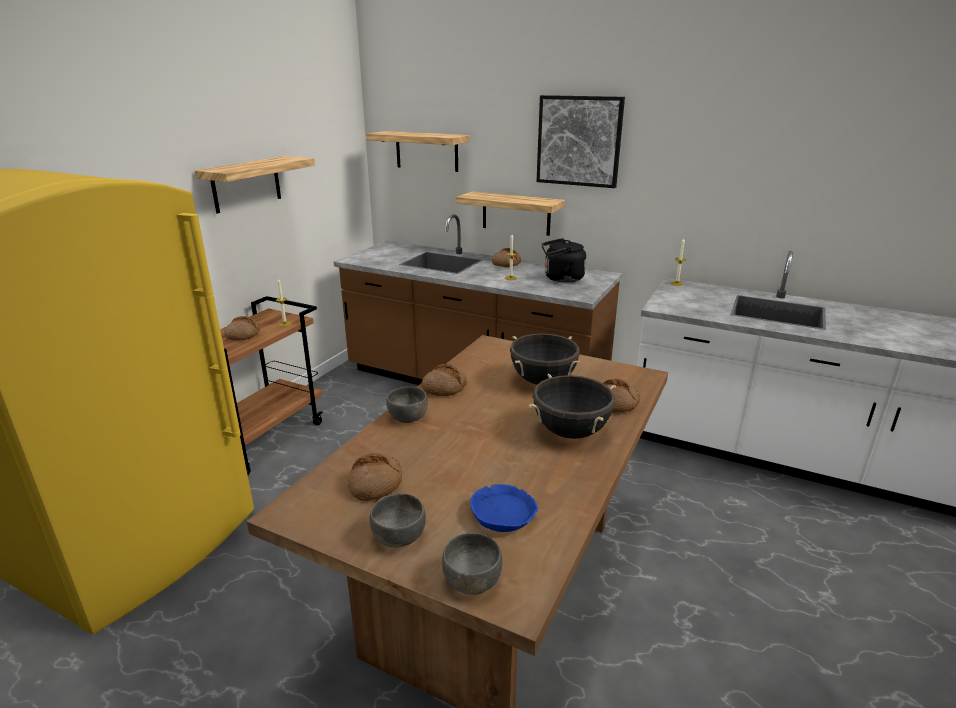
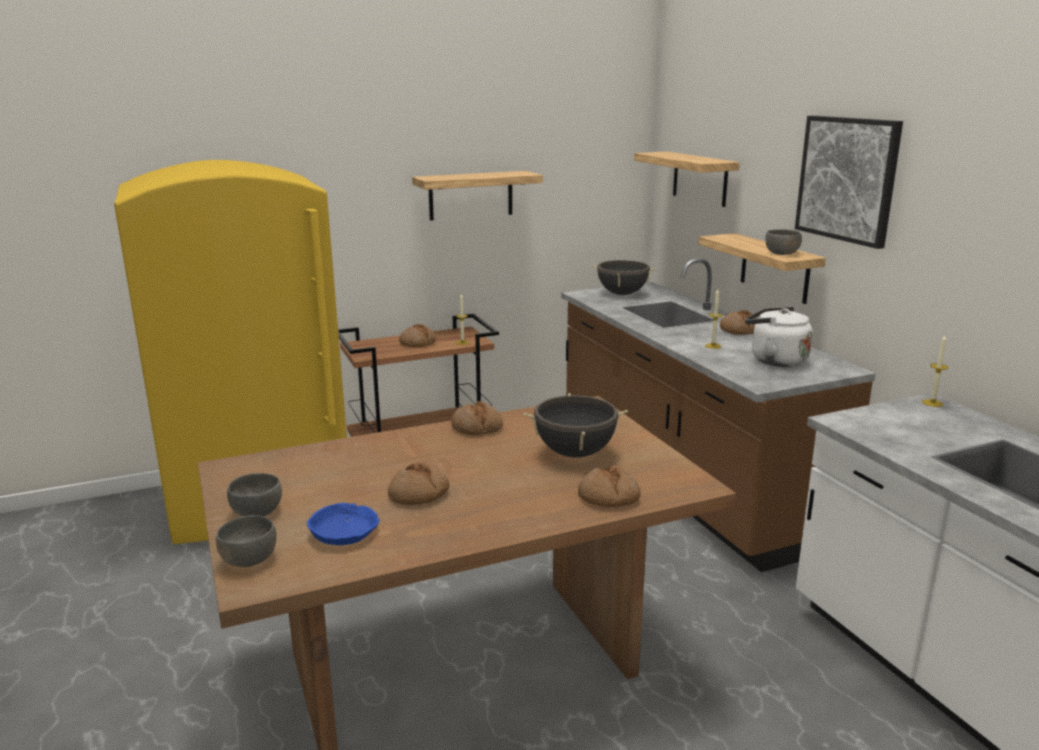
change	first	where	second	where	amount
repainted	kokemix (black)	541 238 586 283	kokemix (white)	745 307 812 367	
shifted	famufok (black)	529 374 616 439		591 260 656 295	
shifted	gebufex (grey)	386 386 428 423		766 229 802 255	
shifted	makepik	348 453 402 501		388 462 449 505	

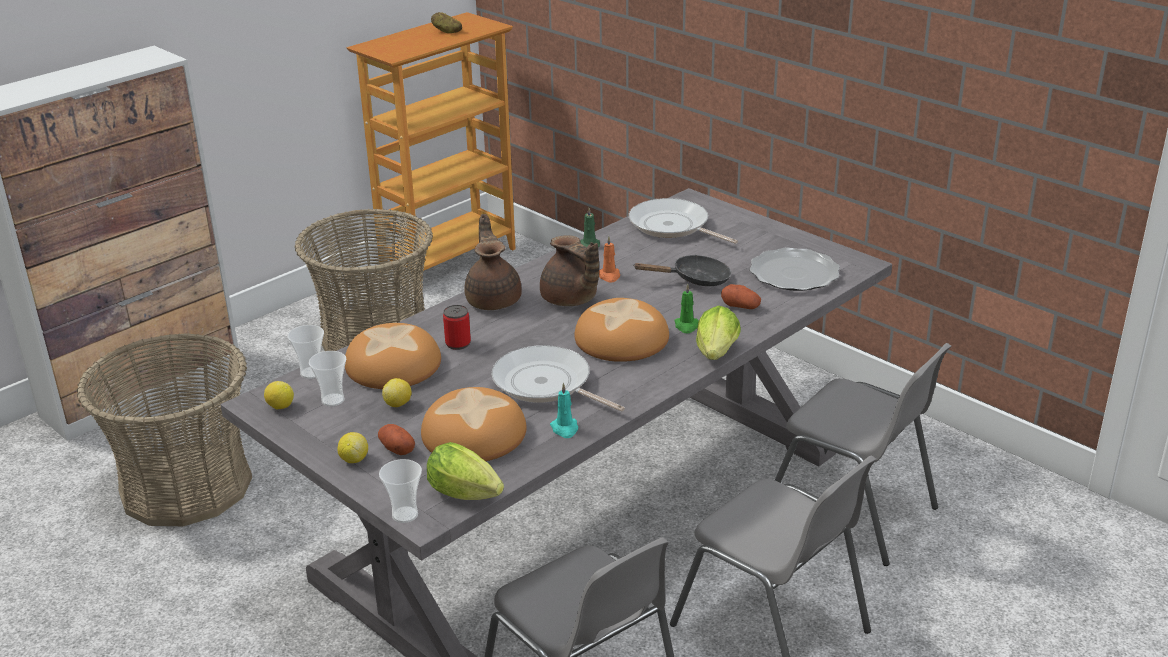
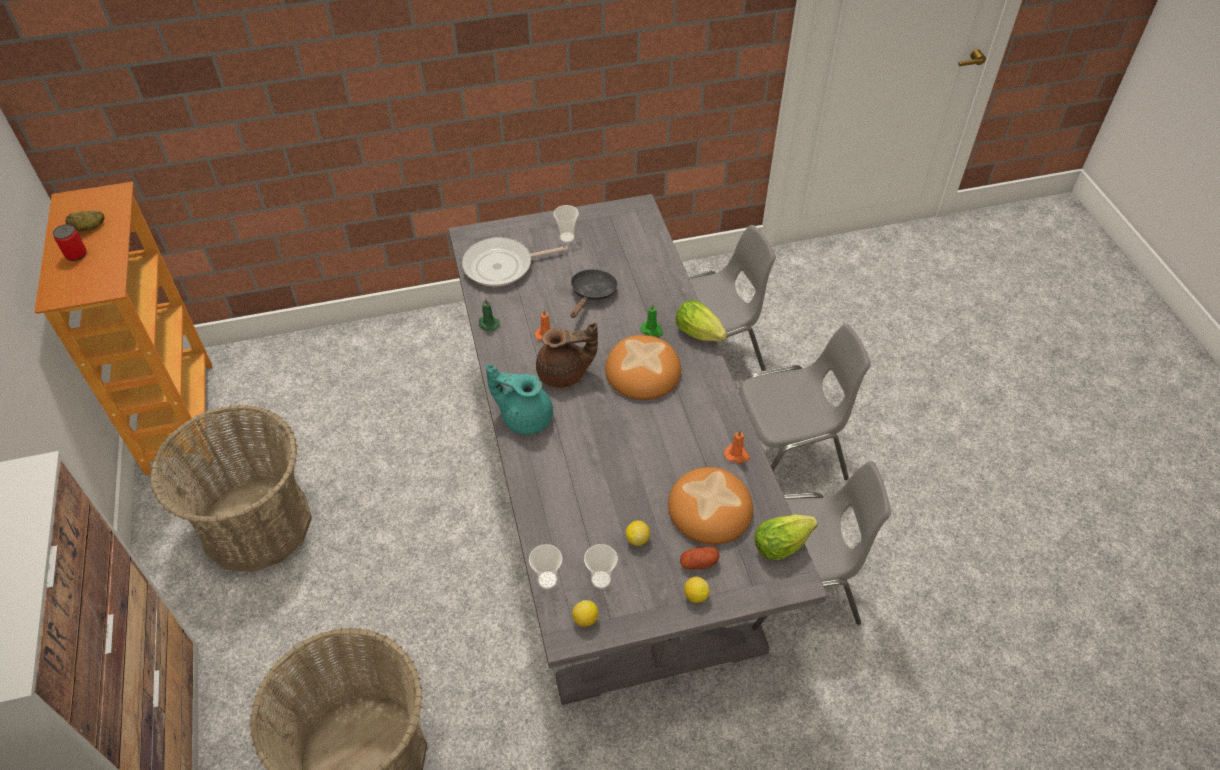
change	first	where	second	where	amount
repainted	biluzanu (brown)	464 214 522 310	biluzanu (turquoise)	486 363 553 435	
gone	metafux	750 248 840 291			
gone	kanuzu	721 284 761 309			
shifted	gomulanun	443 305 471 350		53 224 87 261	
gone	makepik	345 323 441 389			
gone	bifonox	492 345 625 412			
repainted	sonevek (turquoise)	550 383 578 438	sonevek (orange)	724 429 750 463	
shifted	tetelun	379 459 422 523		553 205 579 243	

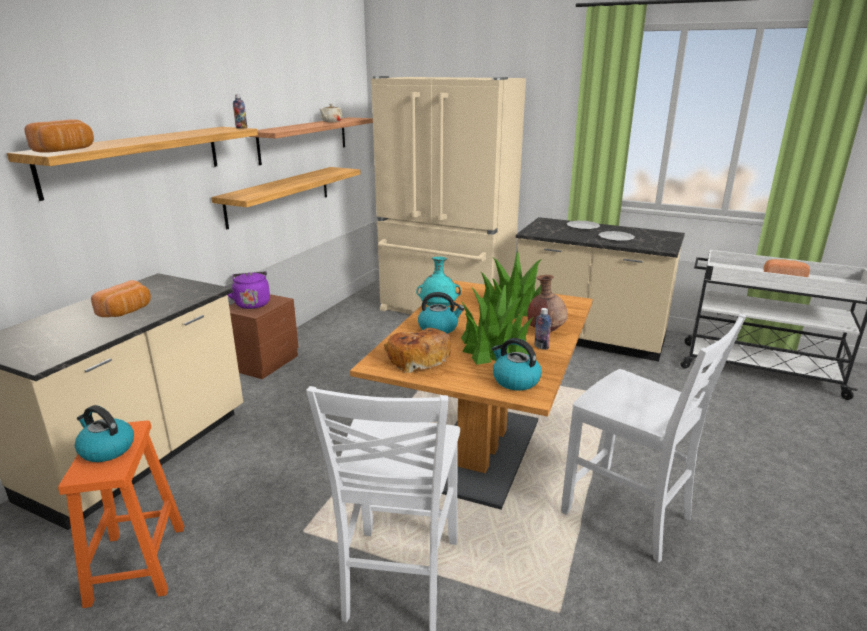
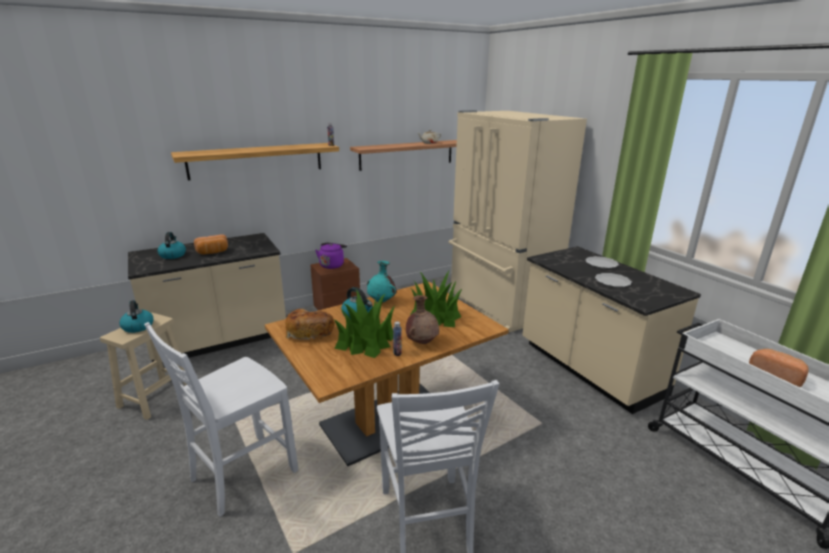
change	first	where	second	where	amount
gone	makepik	24 119 94 153			
gone	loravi	211 167 361 230			
shifted	kokemix	492 338 542 391		157 232 186 259	
repainted	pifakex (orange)	58 420 184 608	pifakex (beige)	100 313 187 420	

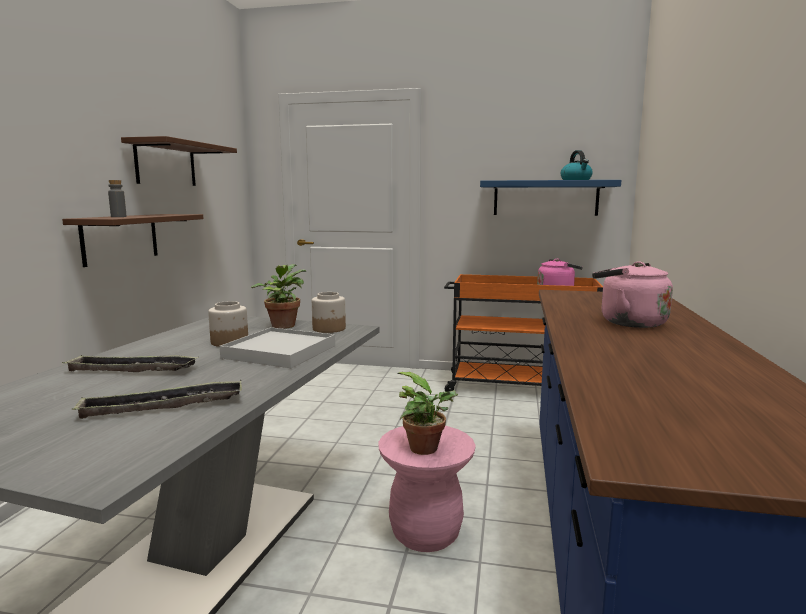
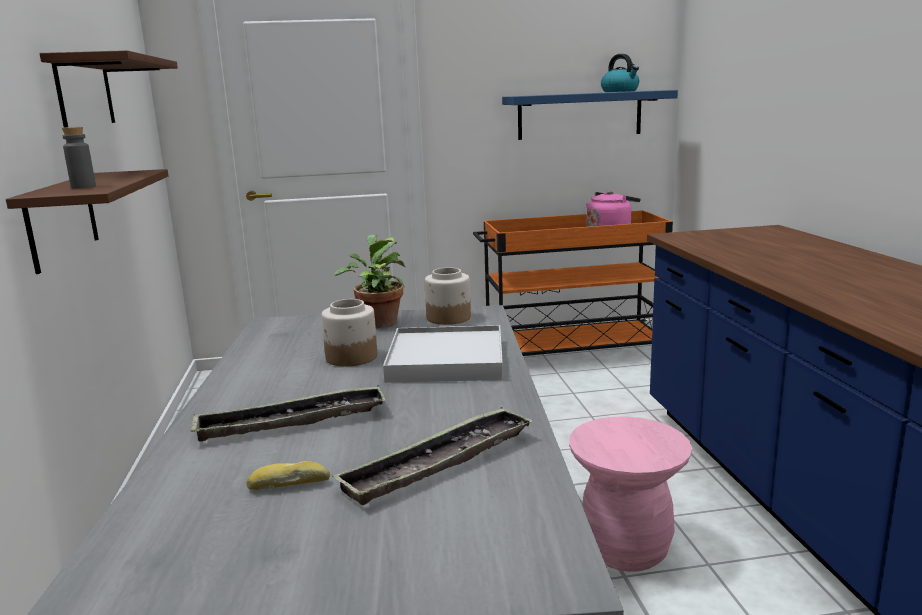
change	first	where	second	where	amount
gone	kokemix (pink)	592 261 673 328			
gone	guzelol	397 372 458 455			
new			makepik	246 461 330 490	

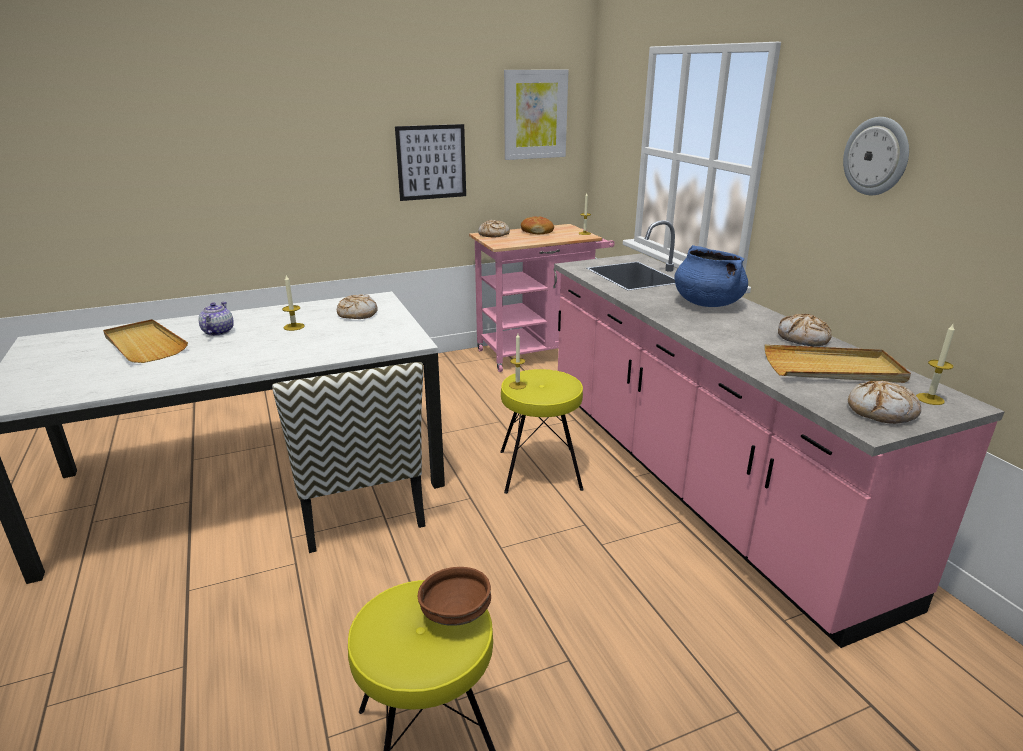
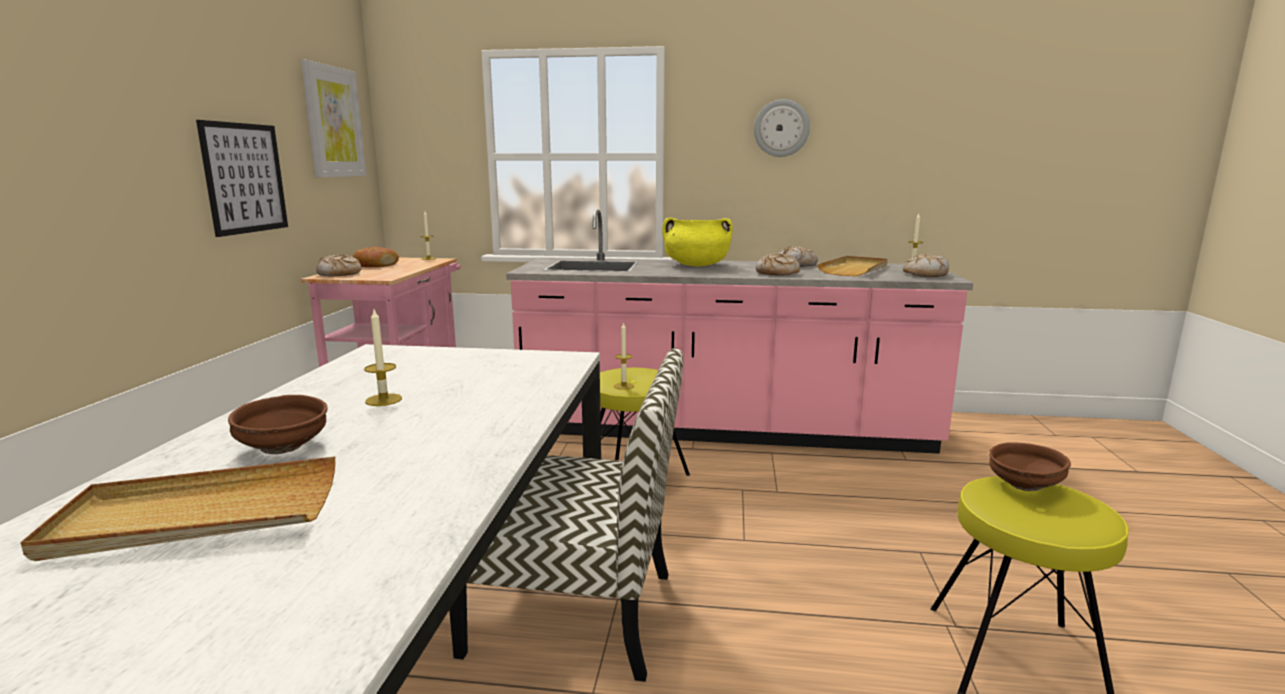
change	first	where	second	where	amount
repainted	famufok (blue)	674 245 748 307	famufok (yellow)	662 218 733 266	
shifted	makepik	337 294 378 319		756 253 800 276	
swapped	biluzanu	199 302 234 336	gebufex (brown)	228 395 328 454	

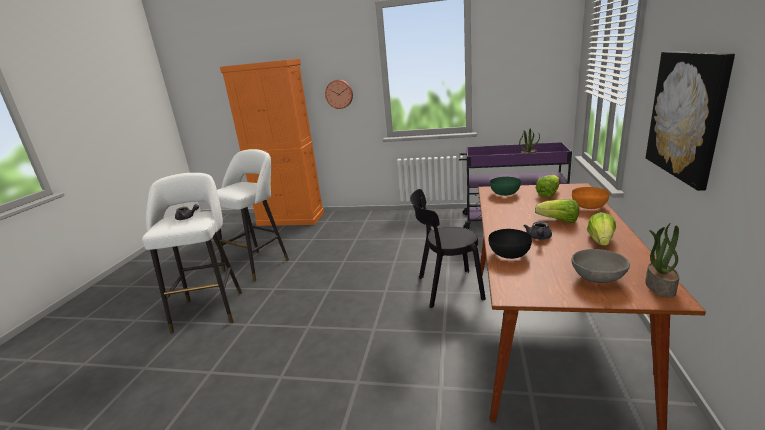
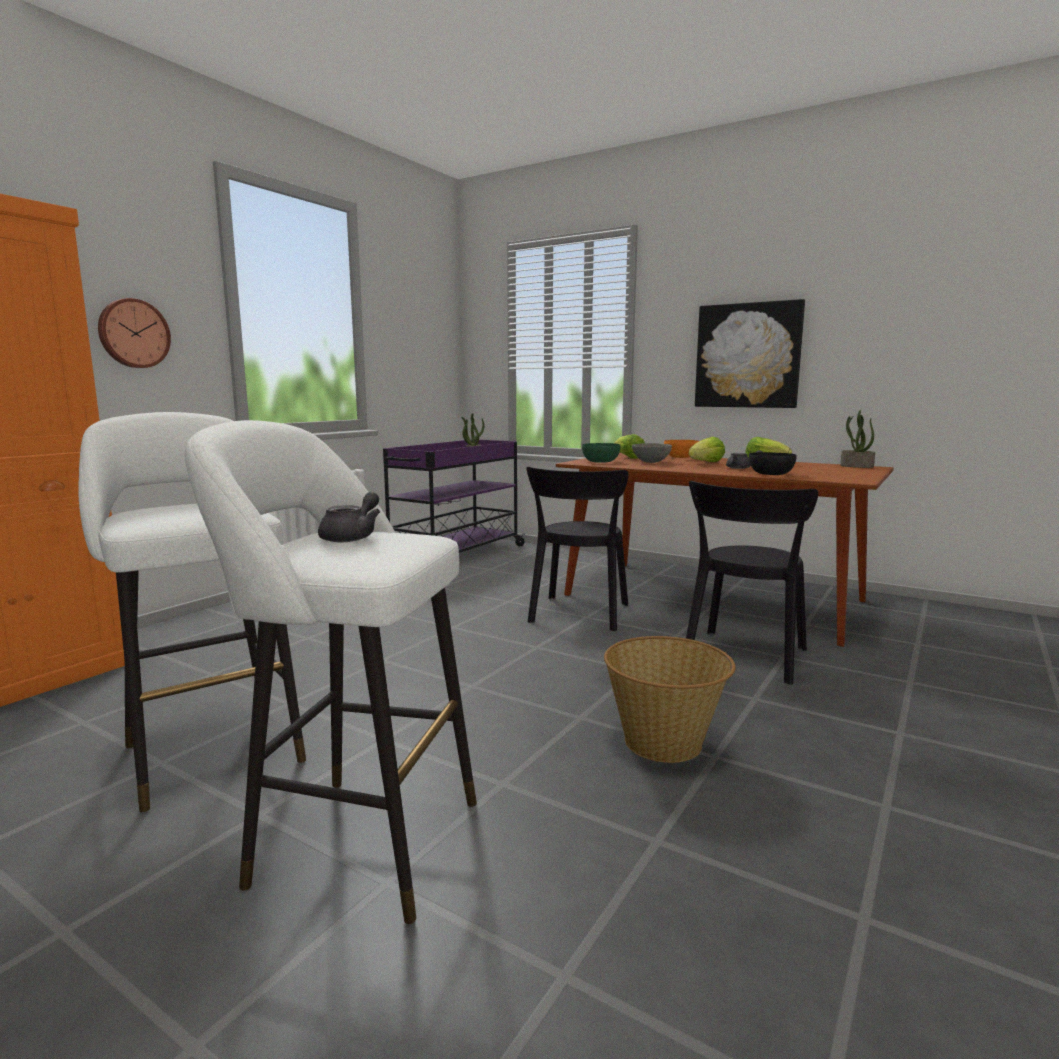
change	first	where	second	where	amount
shifted	gebufex (grey)	571 249 630 283		632 443 672 463	
new			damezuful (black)	686 481 818 685	
new			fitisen	604 636 736 763	

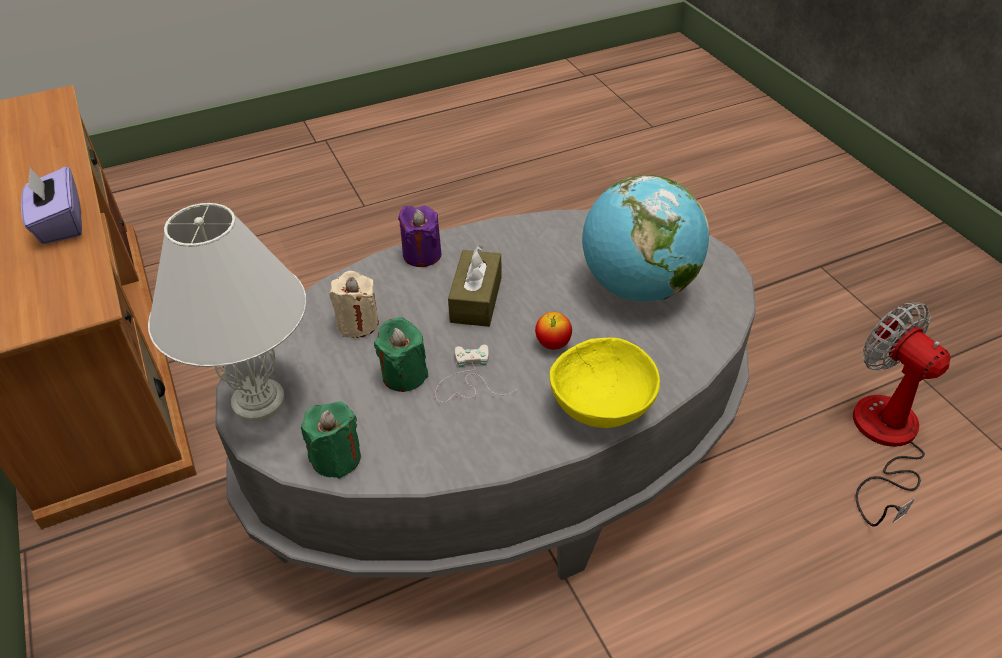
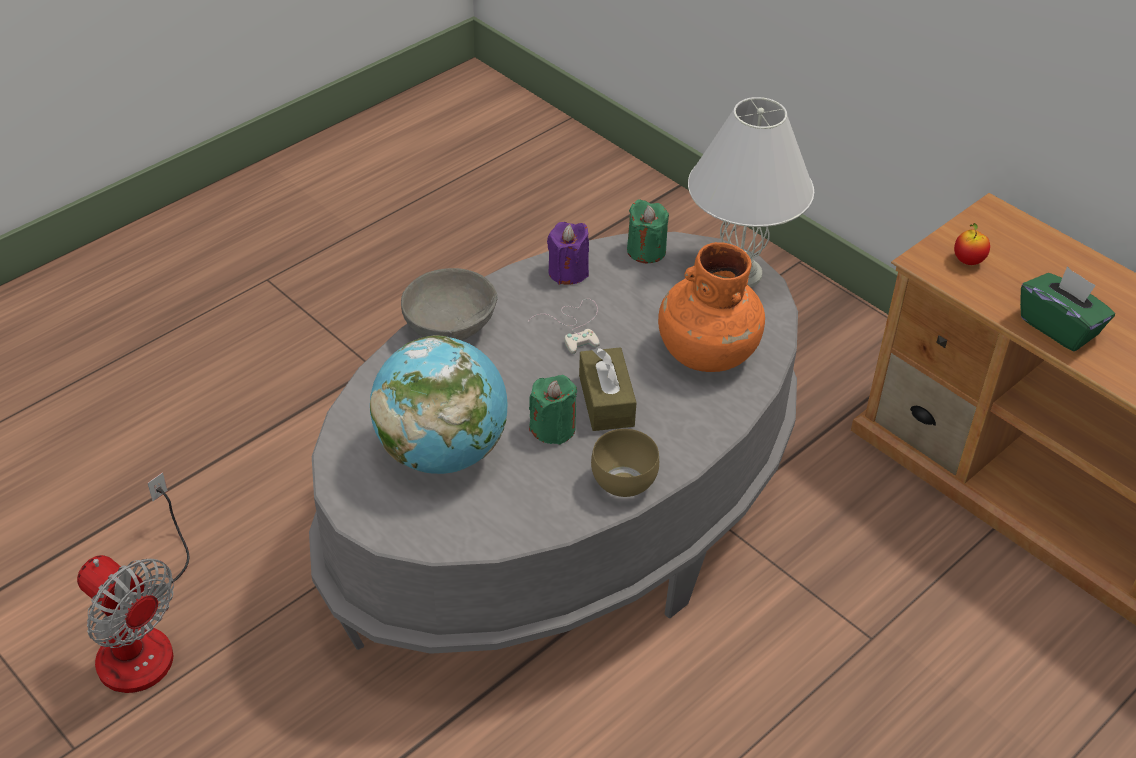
change	first	where	second	where	amount
repainted	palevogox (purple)	21 166 82 244	palevogox (green)	1020 266 1115 352	
shifted	sonevek (purple)	398 206 441 267		547 222 589 285	
swapped	sonevek (beige)	329 271 379 338	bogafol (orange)	658 242 765 372	
shifted	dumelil	535 312 572 350		954 223 990 265	
shifted	sonevek (green)	374 317 428 392		529 375 577 445	
repainted	gebufex (yellow)	549 337 660 428	gebufex (grey)	401 268 498 341	
new			gebufex (brown)	591 429 659 497	

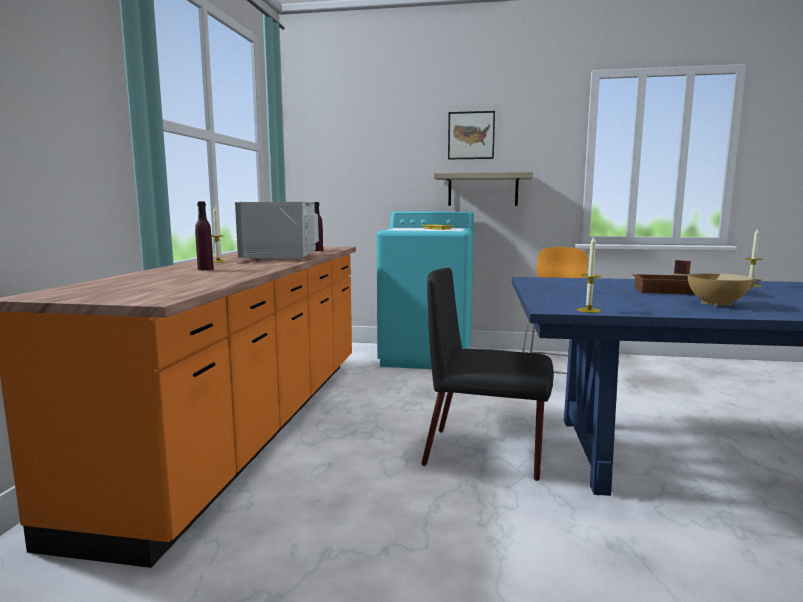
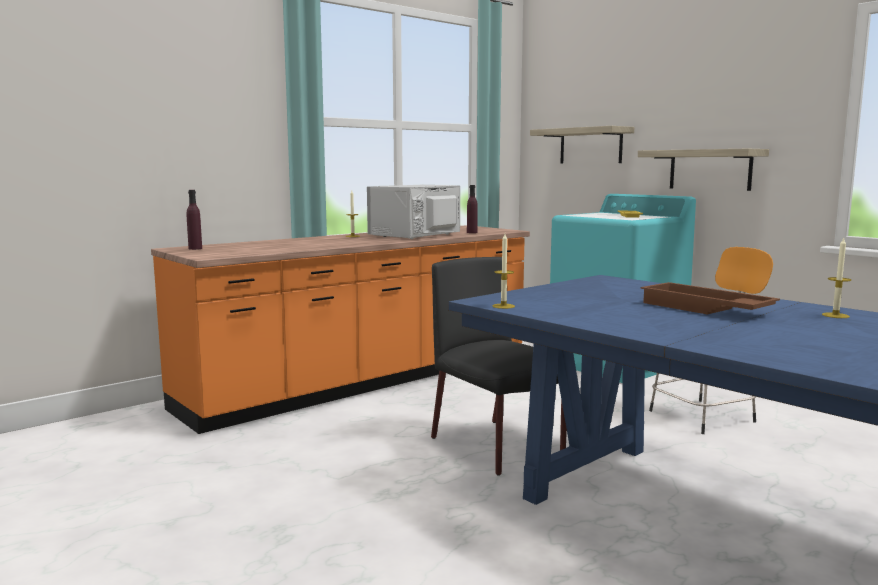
change	first	where	second	where	amount
gone	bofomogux	448 111 495 159			
shifted	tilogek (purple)	195 202 214 270		187 190 202 250	
gone	famufok (beige)	674 260 762 307			
new			loravi	530 126 634 163	

